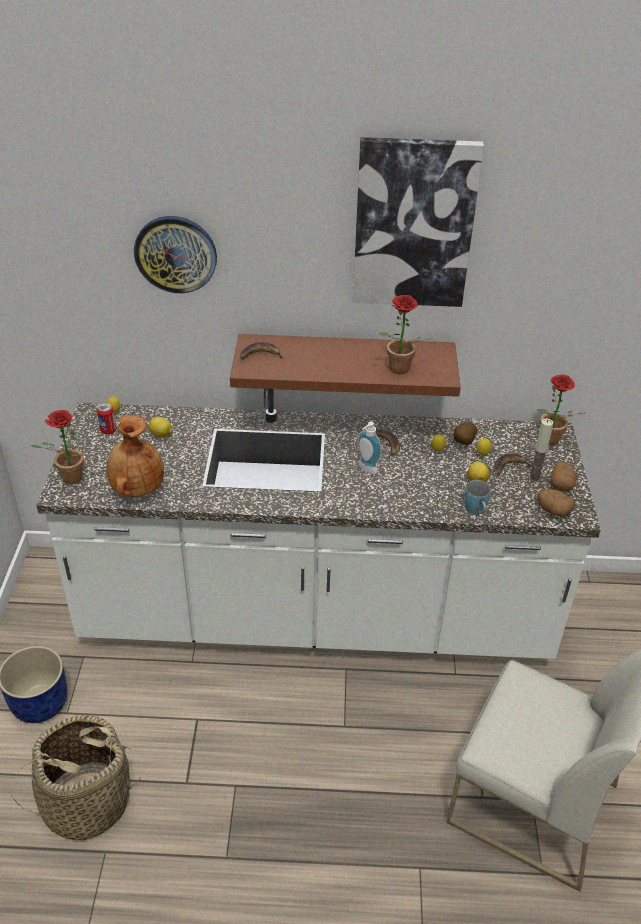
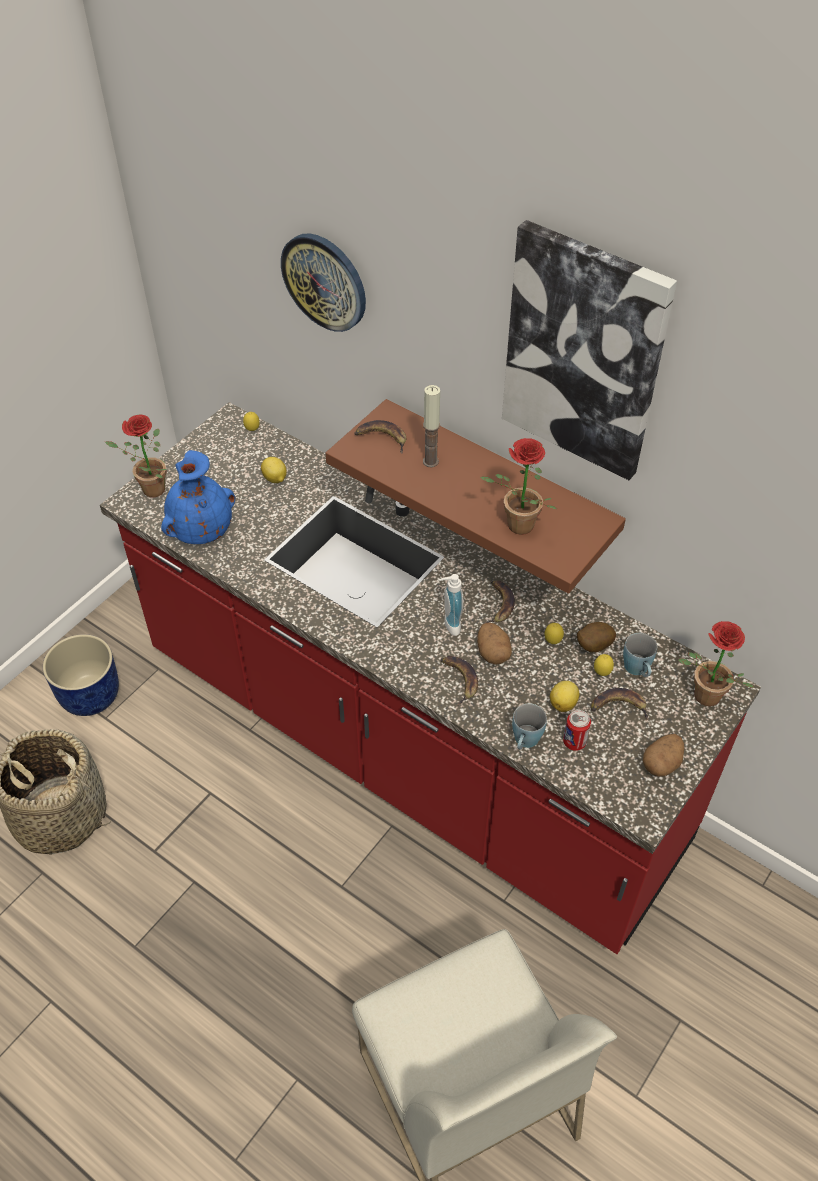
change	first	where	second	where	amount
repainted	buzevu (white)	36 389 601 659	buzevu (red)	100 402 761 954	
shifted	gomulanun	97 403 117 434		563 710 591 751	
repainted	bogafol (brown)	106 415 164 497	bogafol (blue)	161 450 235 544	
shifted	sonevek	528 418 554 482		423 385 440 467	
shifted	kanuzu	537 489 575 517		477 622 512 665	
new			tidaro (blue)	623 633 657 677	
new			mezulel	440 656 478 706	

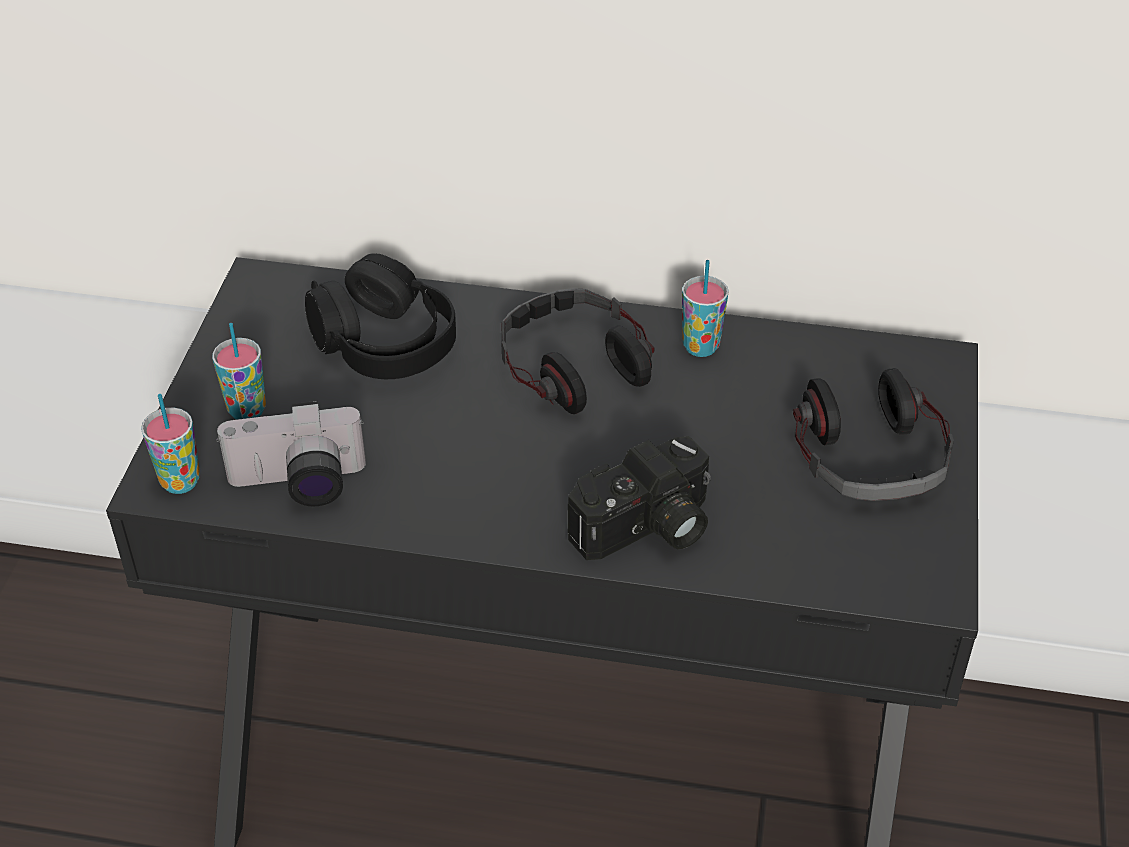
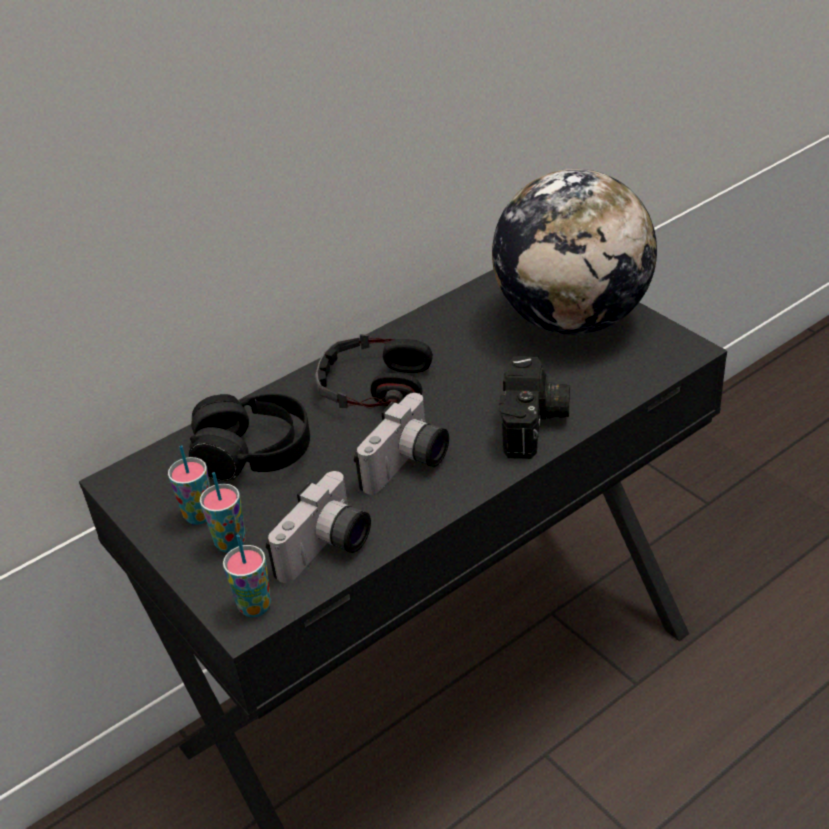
change	first	where	second	where	amount
shifted	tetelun	682 260 729 357		168 445 210 525	
swapped	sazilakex	793 368 954 501	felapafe	492 169 657 335	
new			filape	354 393 449 494	

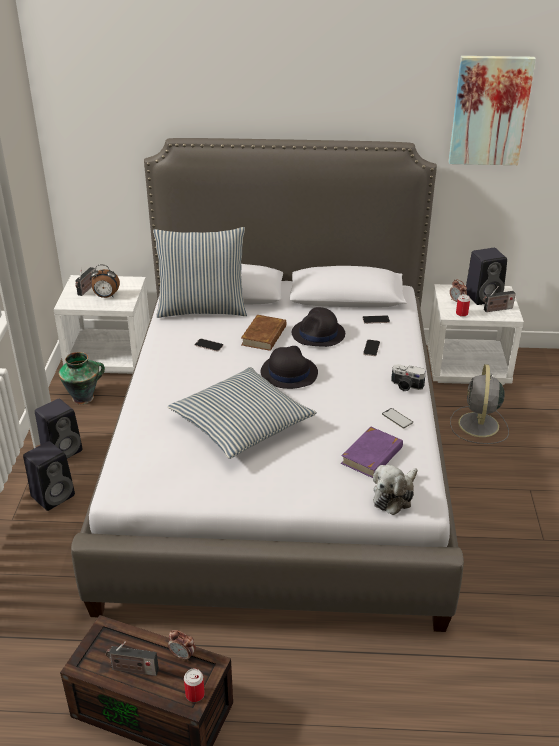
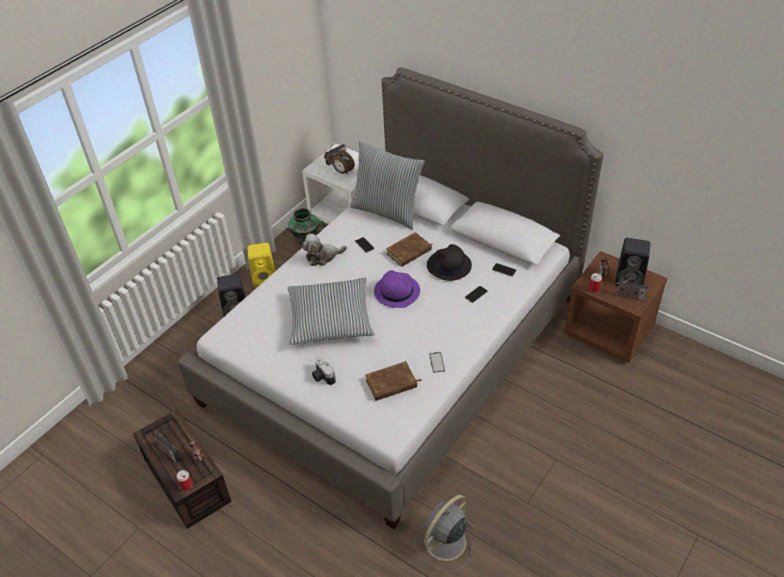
change	first	where	second	where	amount
gone	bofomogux	448 56 536 165			
repainted	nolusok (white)	427 284 524 385	nolusok (brown)	564 251 667 363	
repainted	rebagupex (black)	260 346 318 389	rebagupex (purple)	374 270 420 308	
shifted	filape	391 364 426 391		312 356 336 385	
shifted	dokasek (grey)	450 364 509 444		415 495 474 573	
repainted	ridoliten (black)	35 399 83 458	ridoliten (yellow)	247 243 275 287	
repainted	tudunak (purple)	341 427 403 478	tudunak (brown)	365 361 422 401	
shifted	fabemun	373 465 418 515		302 234 347 266	

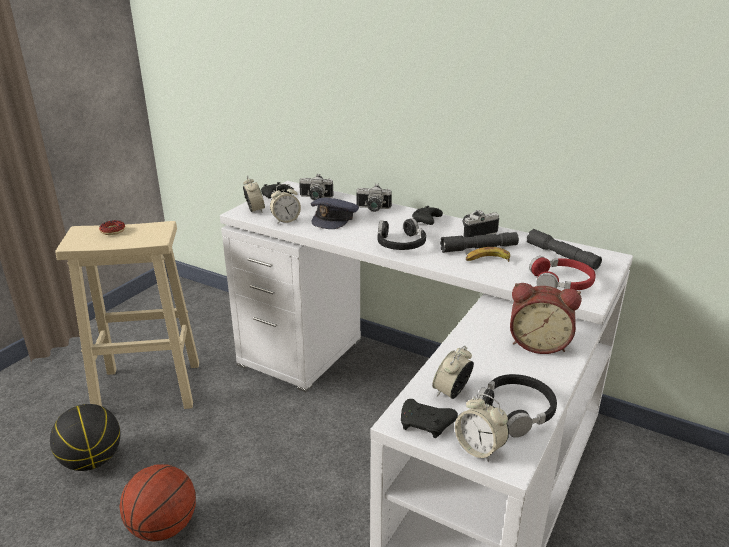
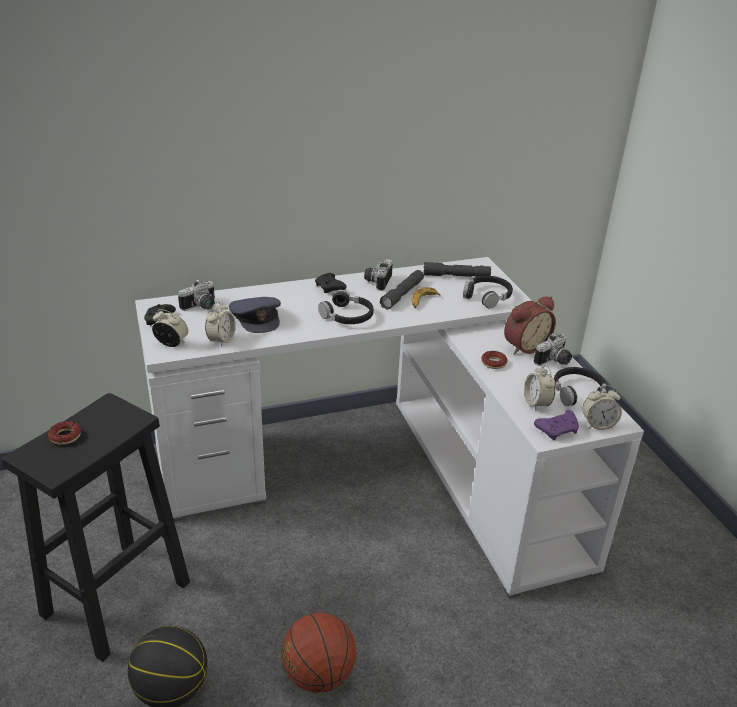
change	first	where	second	where	amount
shifted	filape	356 184 392 212		534 333 572 366	
repainted	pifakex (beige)	55 221 199 409	pifakex (black)	2 393 190 662	
repainted	sazilakex (red)	529 256 596 290	sazilakex (black)	463 276 513 308	
repainted	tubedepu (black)	401 399 458 438	tubedepu (purple)	534 410 579 440	
new			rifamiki	481 351 507 369	

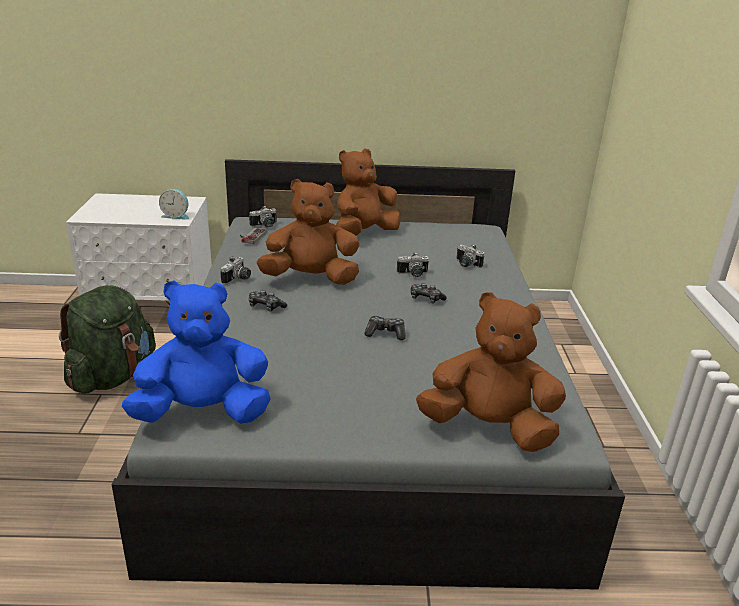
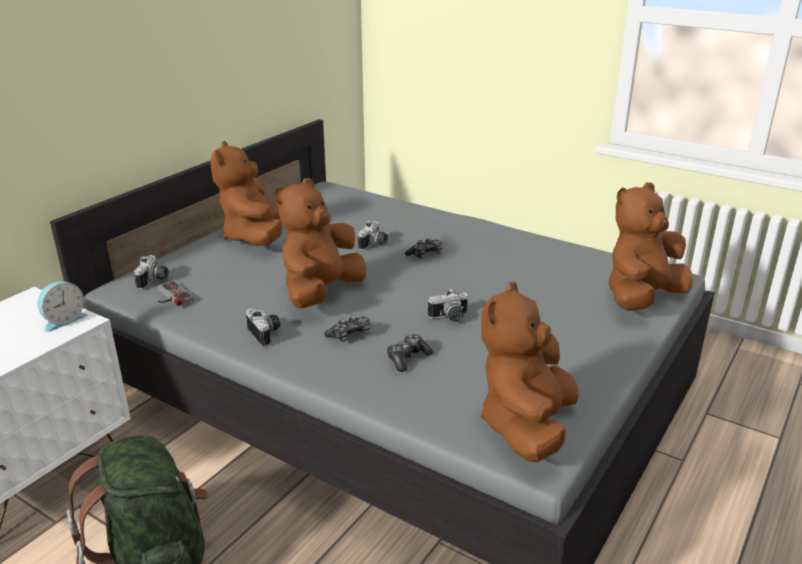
change	first	where	second	where	amount
shifted	filape	457 244 485 268		428 289 468 322	
repainted	fabemun (blue)	122 280 270 424	fabemun (brown)	481 281 579 462	
shifted	tubedepu	364 316 406 340		387 334 433 372	

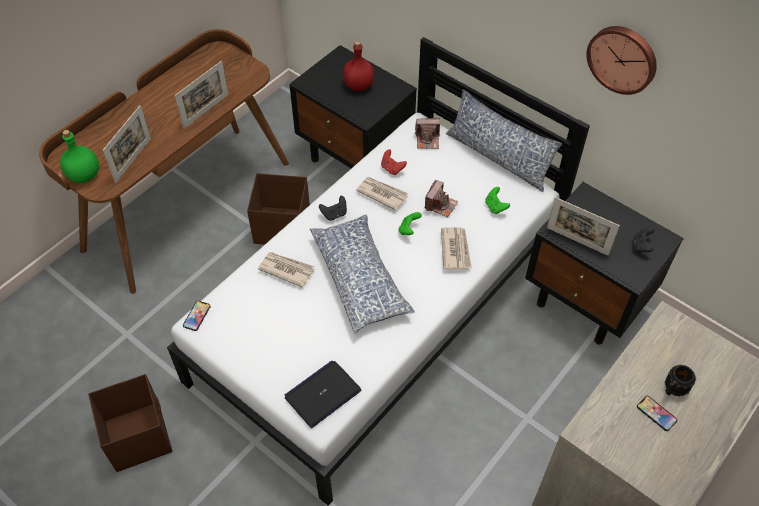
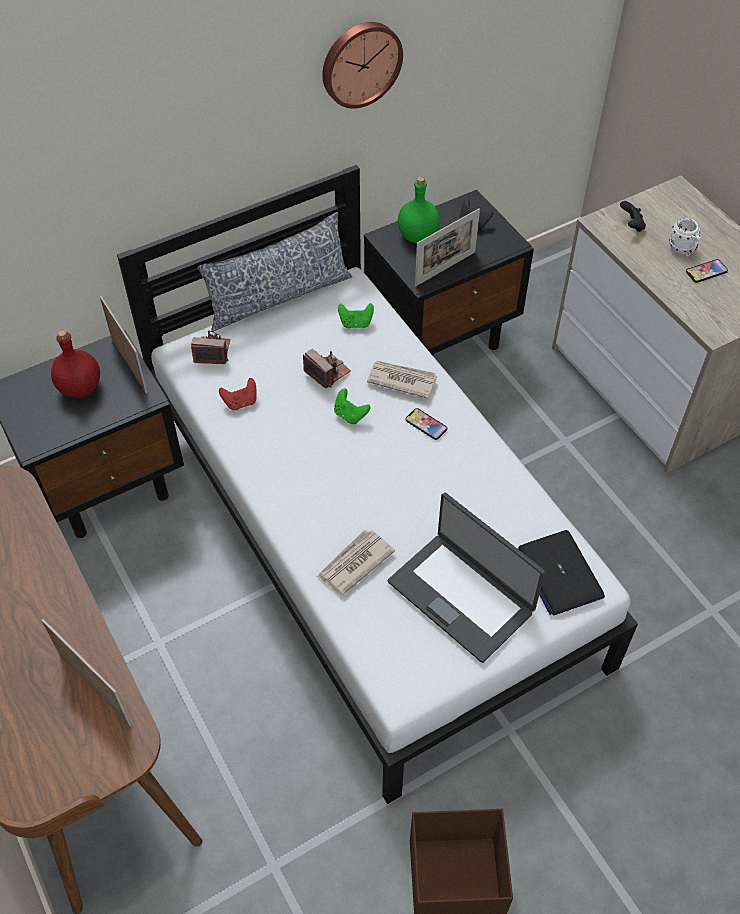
change	first	where	second	where	amount
shifted	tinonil	175 61 229 129		100 296 147 393	
rotated	filape	415 118 440 149		191 330 230 364	105 degrees counterclockwise
shifted	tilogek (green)	60 130 99 183		398 176 440 243	
gone	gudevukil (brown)	247 173 310 245			
gone	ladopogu	356 177 408 211			
shifted	tubedepu (black)	319 196 347 220		620 201 646 232	
gone	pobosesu	310 215 415 334			
shifted	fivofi	183 301 211 331		405 408 447 440	
repainted	tidaro (black)	665 365 696 396	tidaro (white)	669 219 701 256	
new			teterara	388 493 545 663	

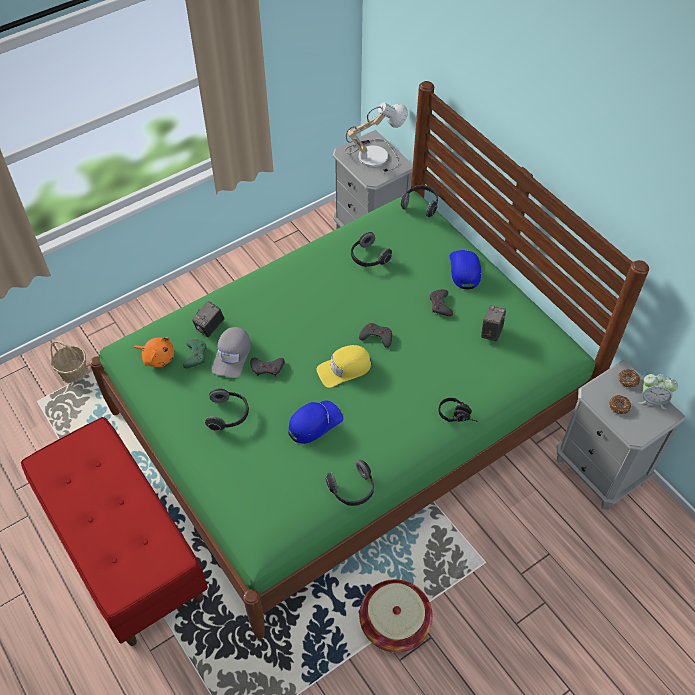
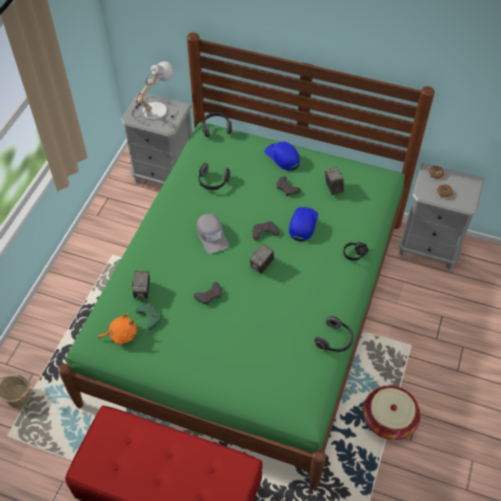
change	first	where	second	where	amount
shifted	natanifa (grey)	212 327 251 378		197 214 229 254	
swapped	natanifa (yellow)	316 345 371 388	filape	250 244 274 274	
gone	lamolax	638 374 678 409			
gone	sazilakex	205 388 249 431			
shifted	natanifa (blue)	288 401 343 444		289 207 318 241	

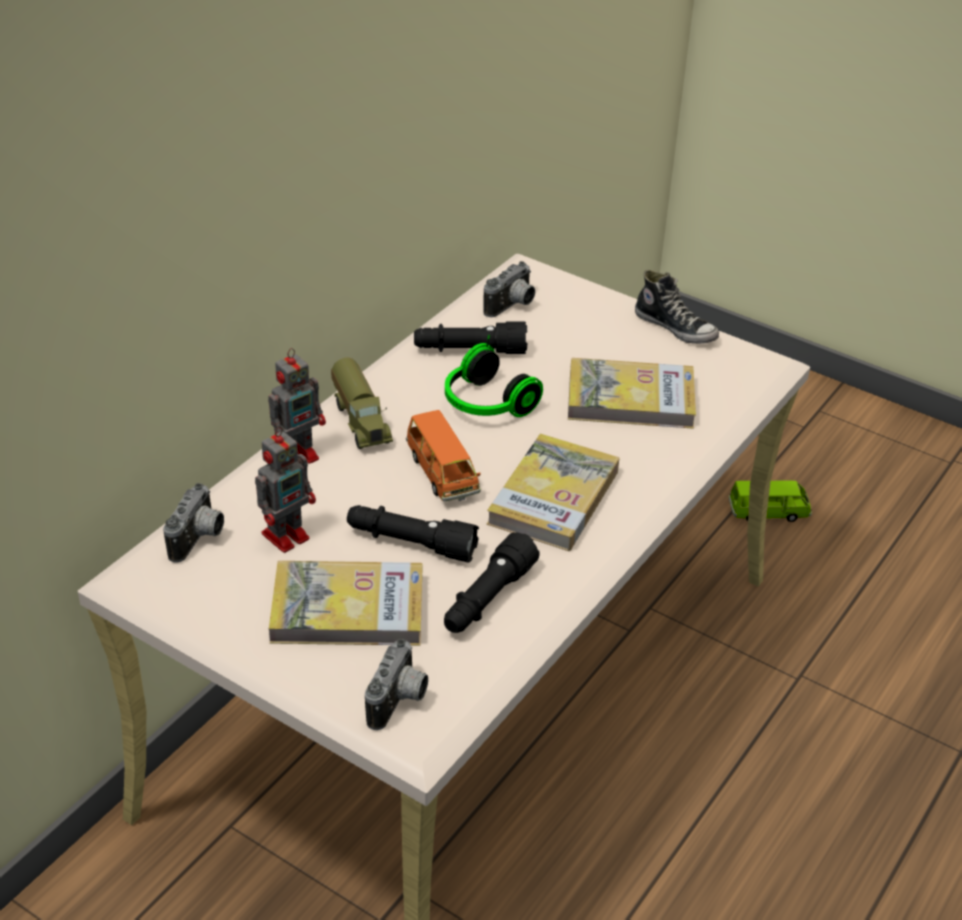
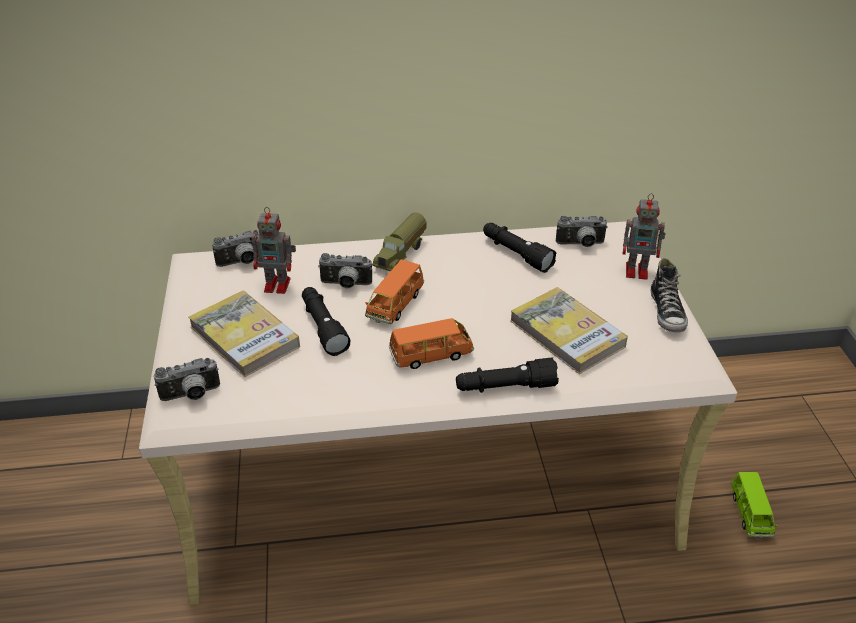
change	first	where	second	where	amount
gone	sazilakex	445 334 543 417			
shifted	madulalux	268 348 326 464		622 193 666 280	
swapped	tudunak	486 434 619 551	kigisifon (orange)	389 318 474 369	
rotated	kigisifon (green)	729 481 812 522		731 472 778 538	45 degrees clockwise
shifted	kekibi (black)	444 532 540 633		456 358 559 393	
new			filape	318 253 372 288	

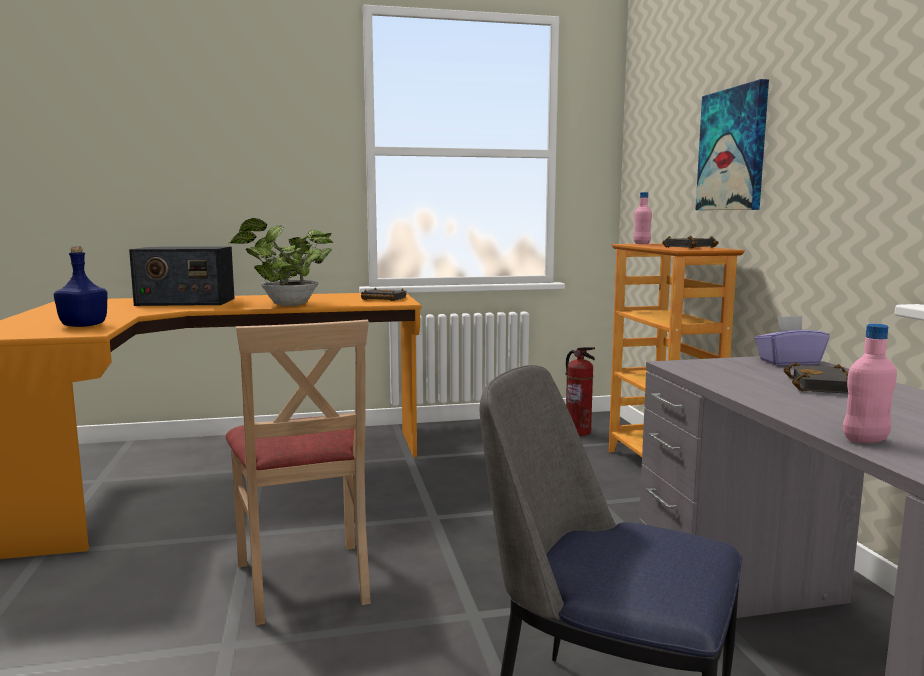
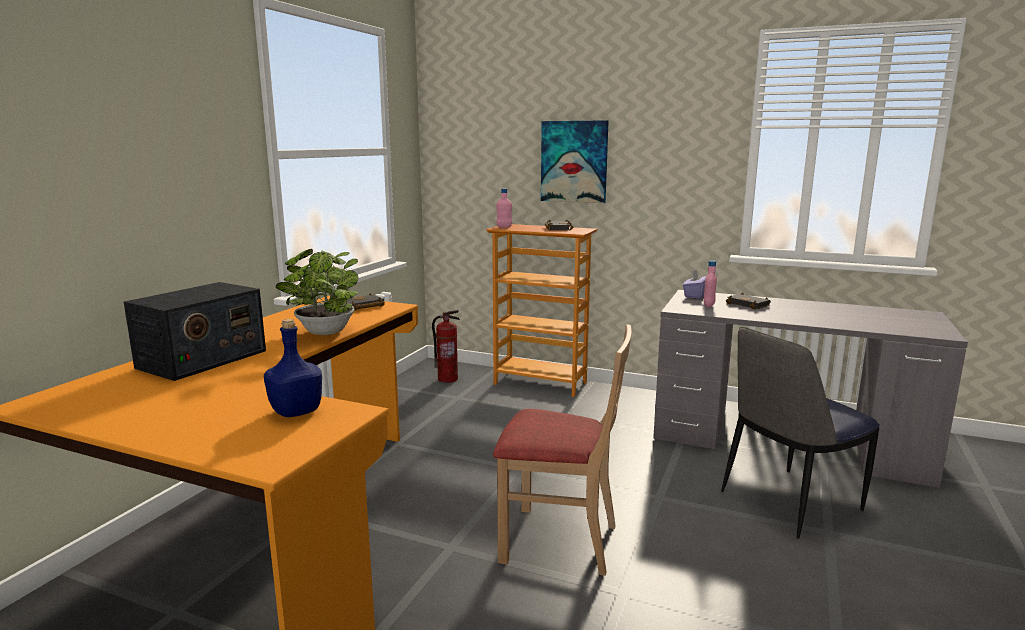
change	first	where	second	where	amount
shifted	tilogek (pink)	843 324 897 443		704 260 717 307	

